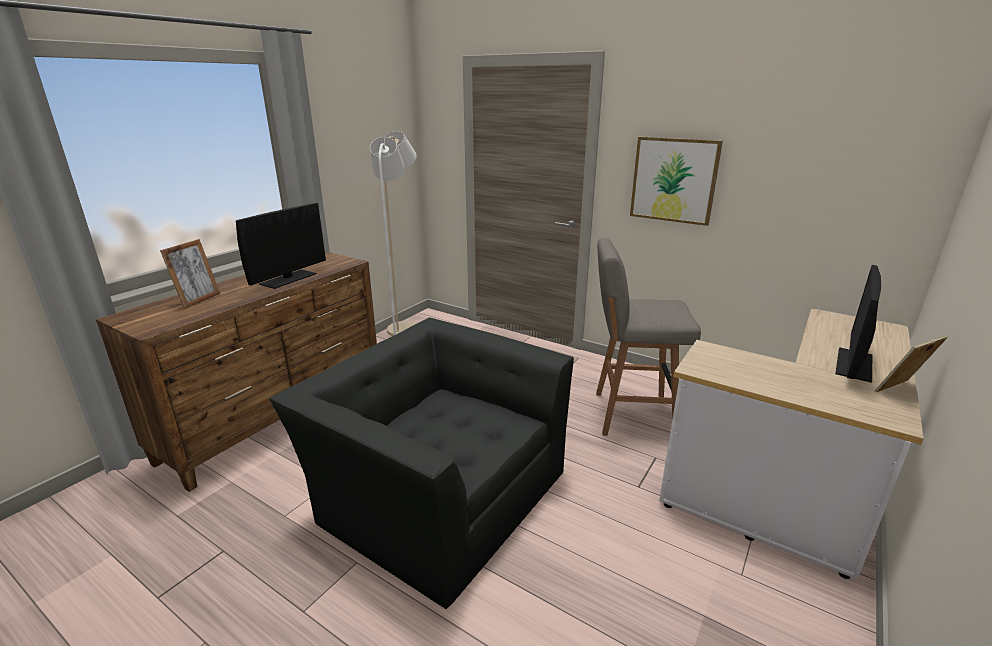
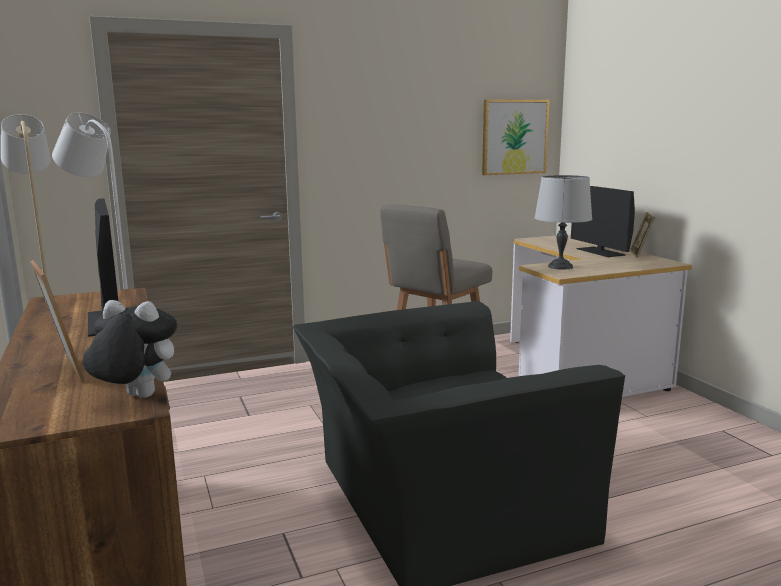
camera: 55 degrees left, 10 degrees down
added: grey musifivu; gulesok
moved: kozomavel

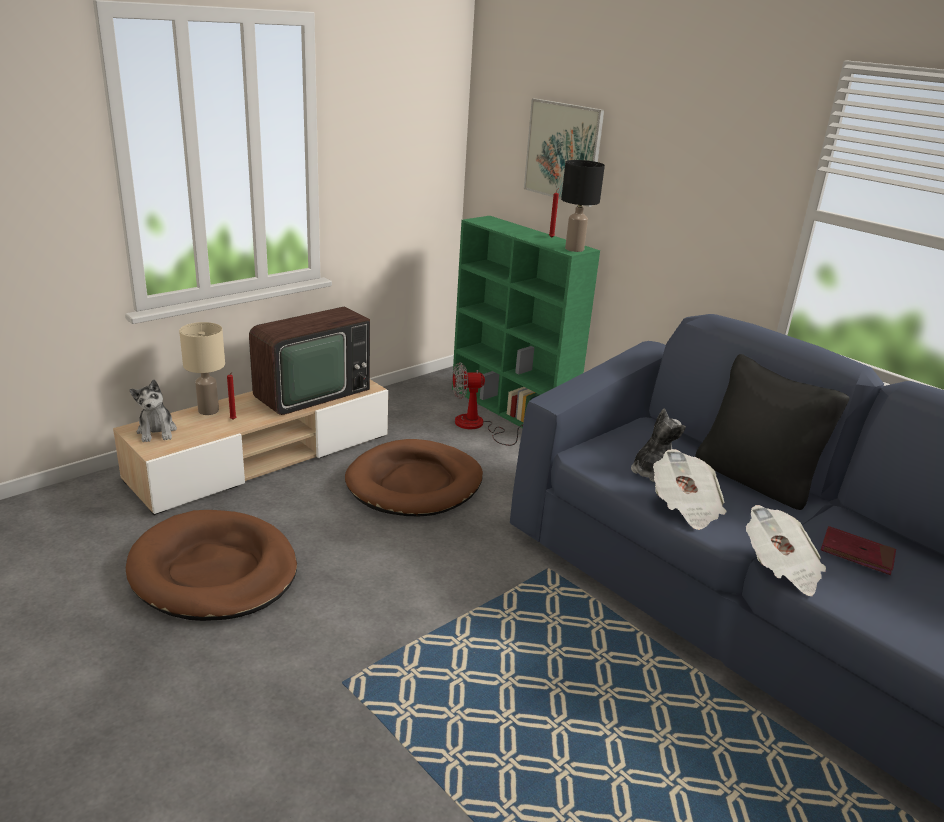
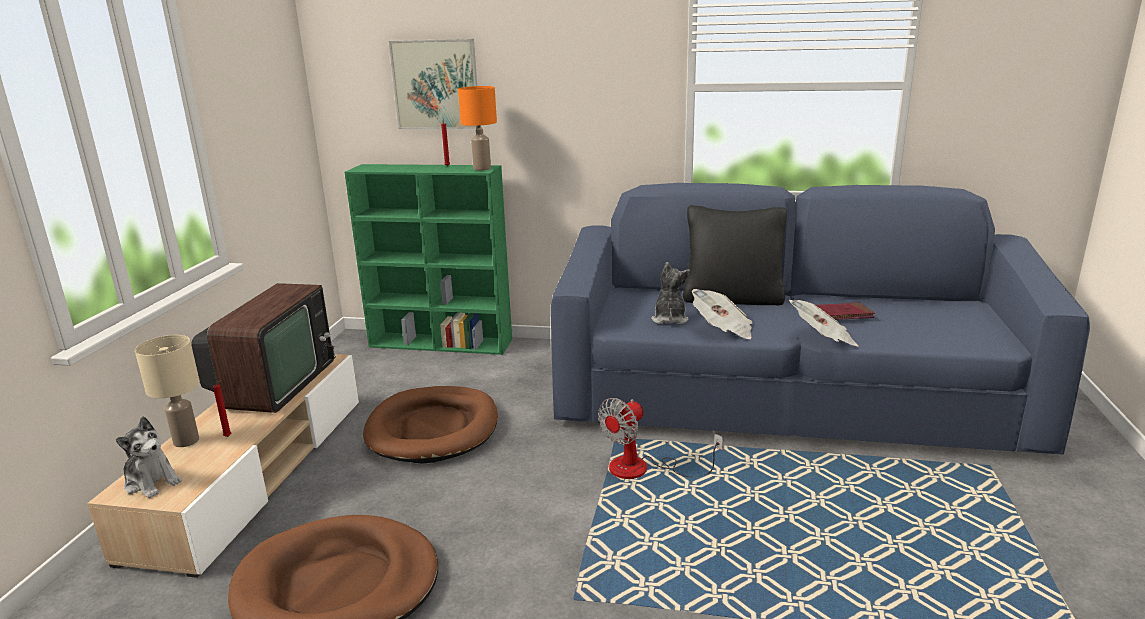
camera: 35 degrees left, 5 degrees down
moved: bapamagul
recoloured: black musifivu to orange musifivu

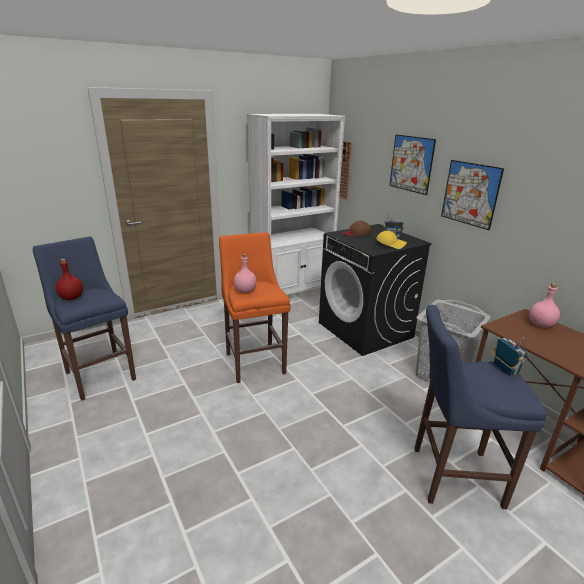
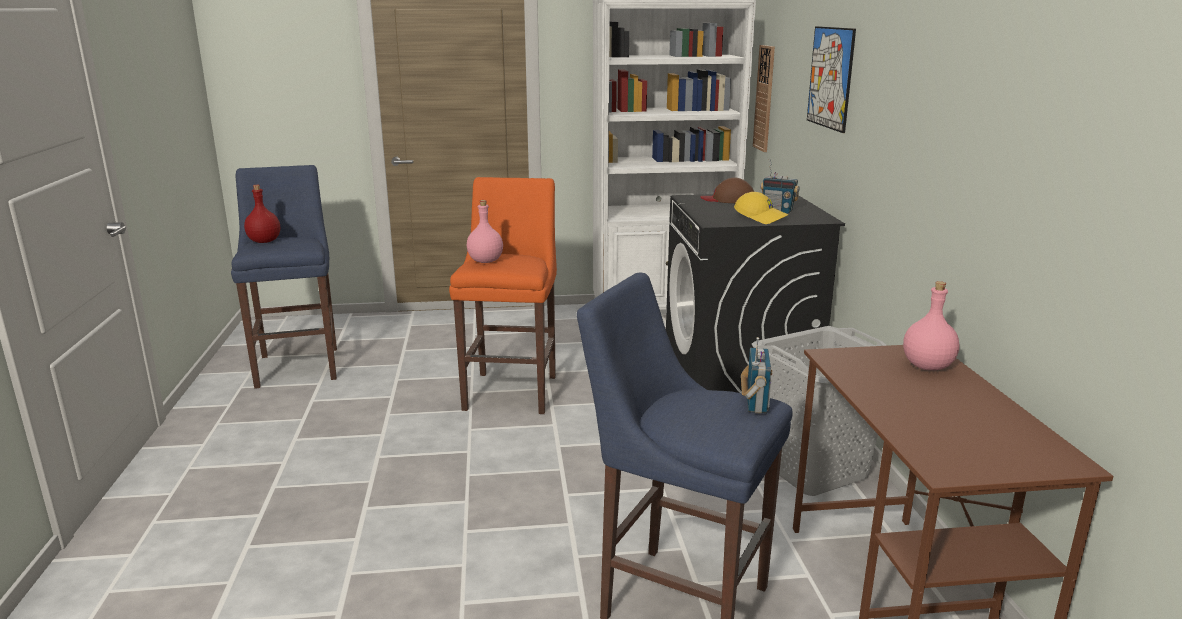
camera: 25 degrees right, 5 degrees down
removed: kozomavel (2nd from left)

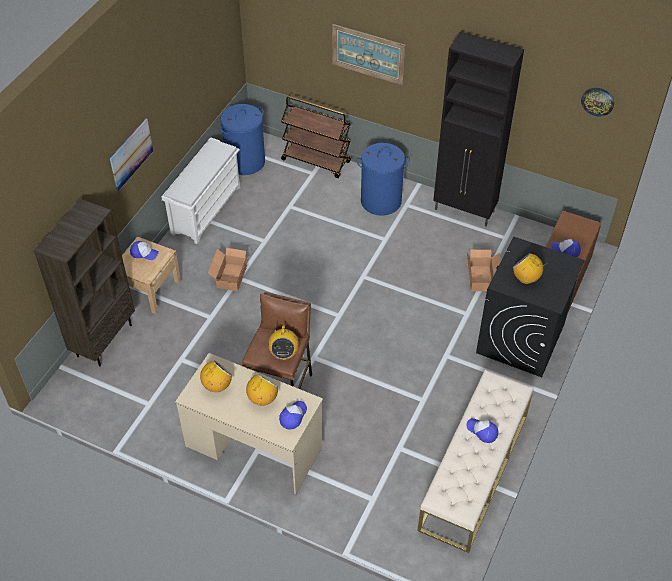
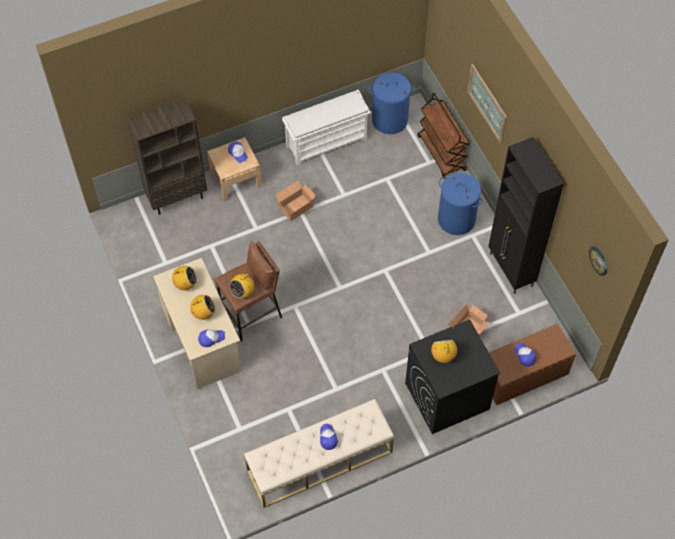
camera: 40 degrees right, 10 degrees up
removed: kozomavel (1st from left)

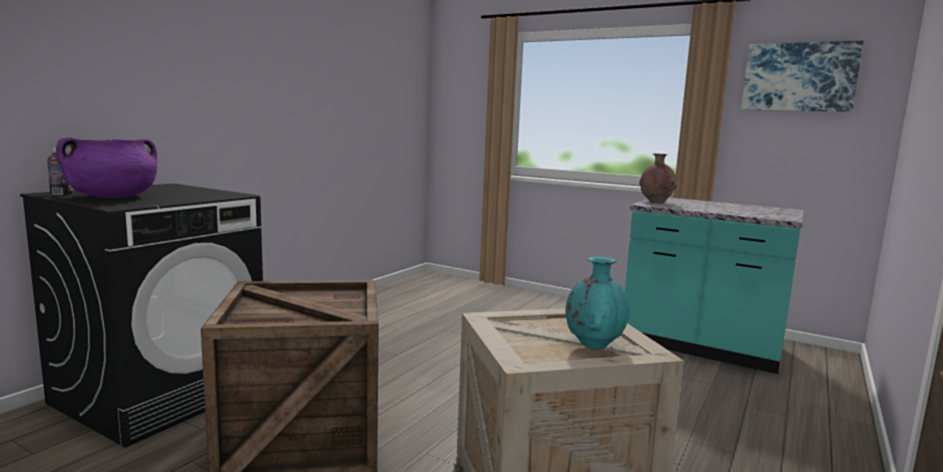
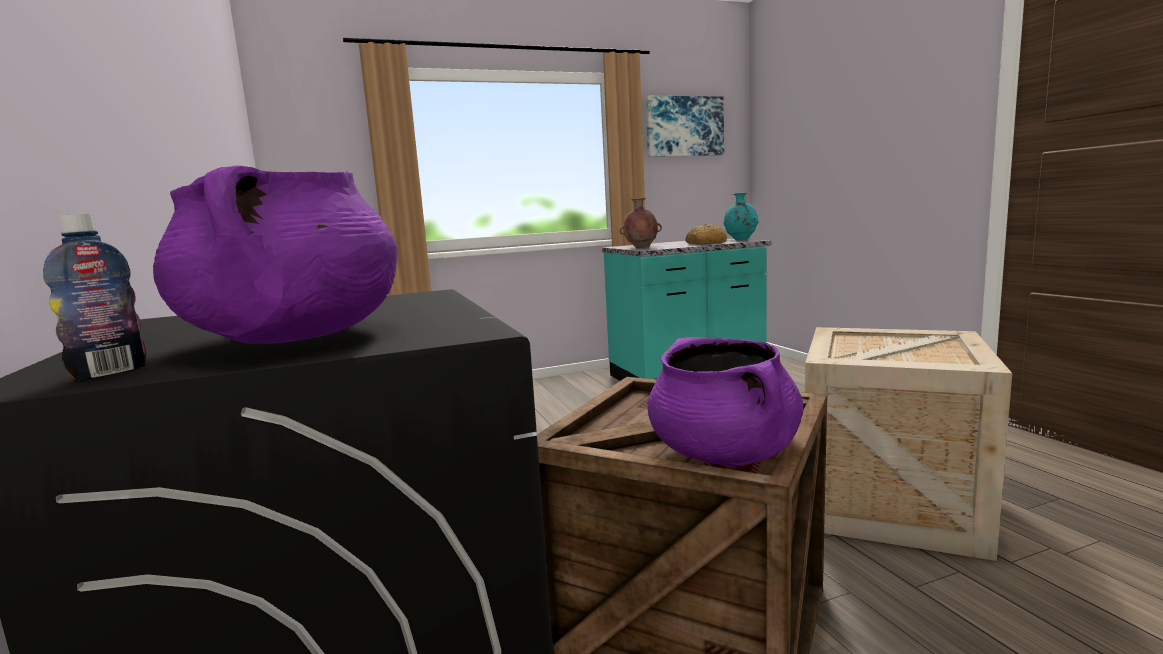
camera: 50 degrees left, 0 degrees up
added: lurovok; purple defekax (2nd from left)
moved: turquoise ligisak

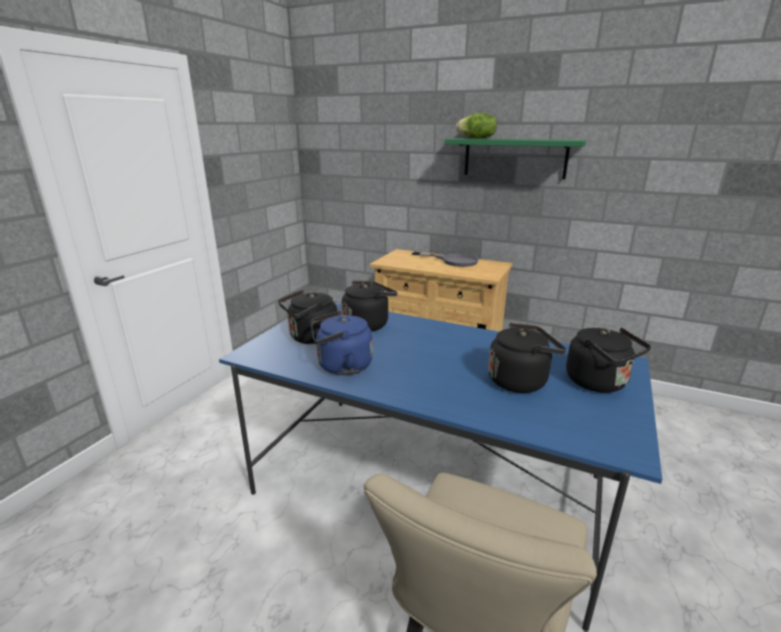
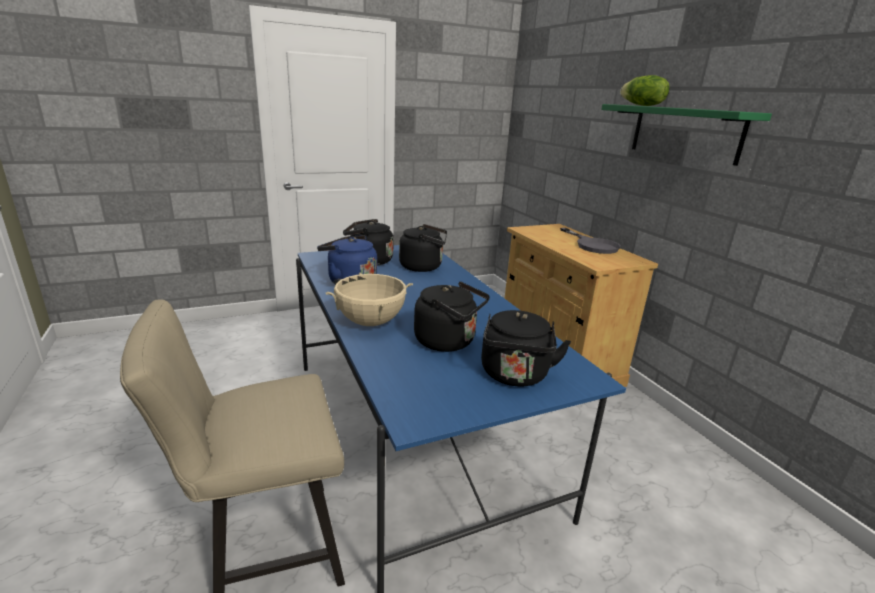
camera: 40 degrees right, 0 degrees up
added: beige defekax

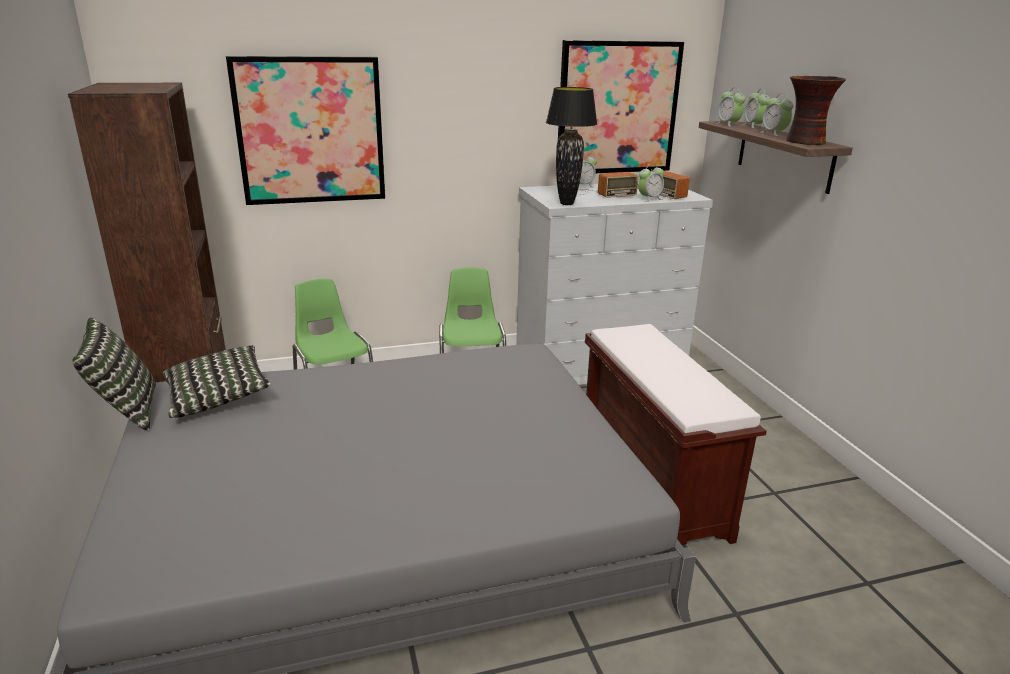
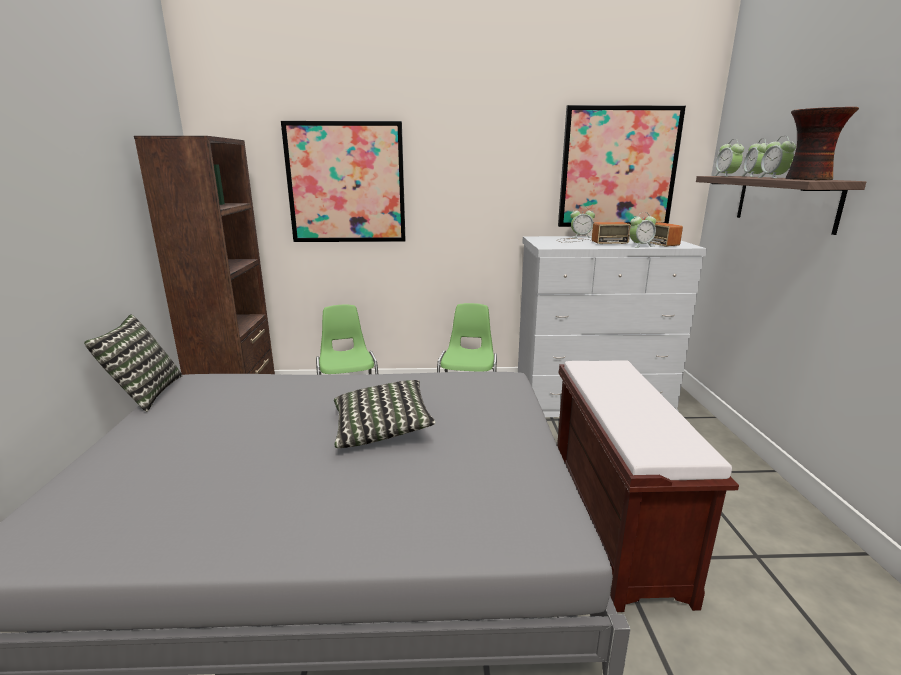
camera: 15 degrees right, 5 degrees down
removed: black musifivu
moved: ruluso (2nd from left)

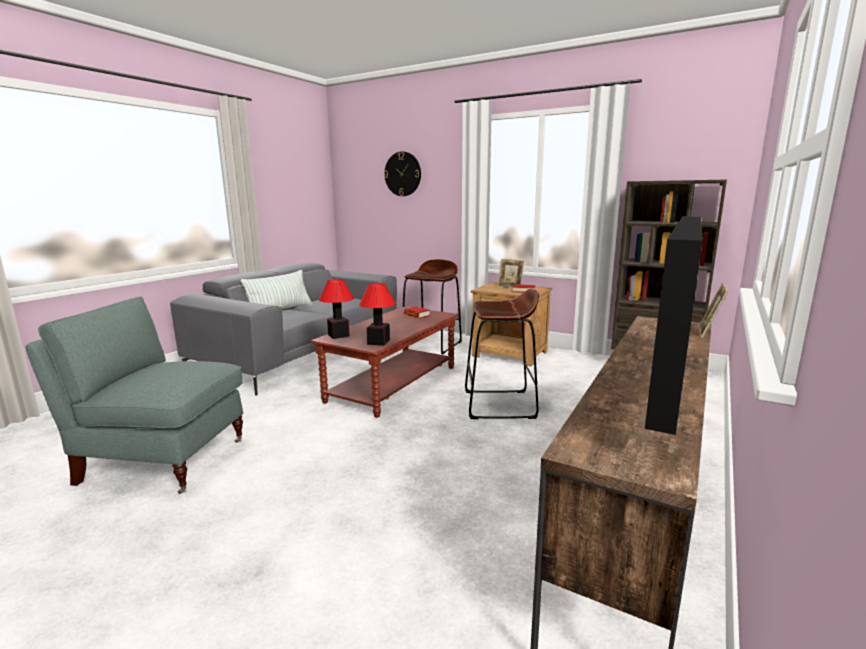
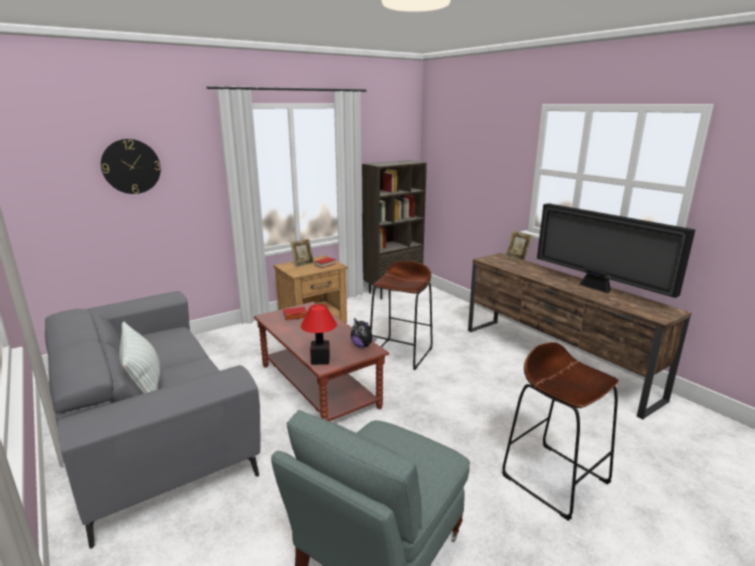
camera: 65 degrees left, 5 degrees up
moved: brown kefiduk (1st from left in the first image) to brown kefiduk (2nd from left)
replaced: musifivu (2nd from left) to gulesok

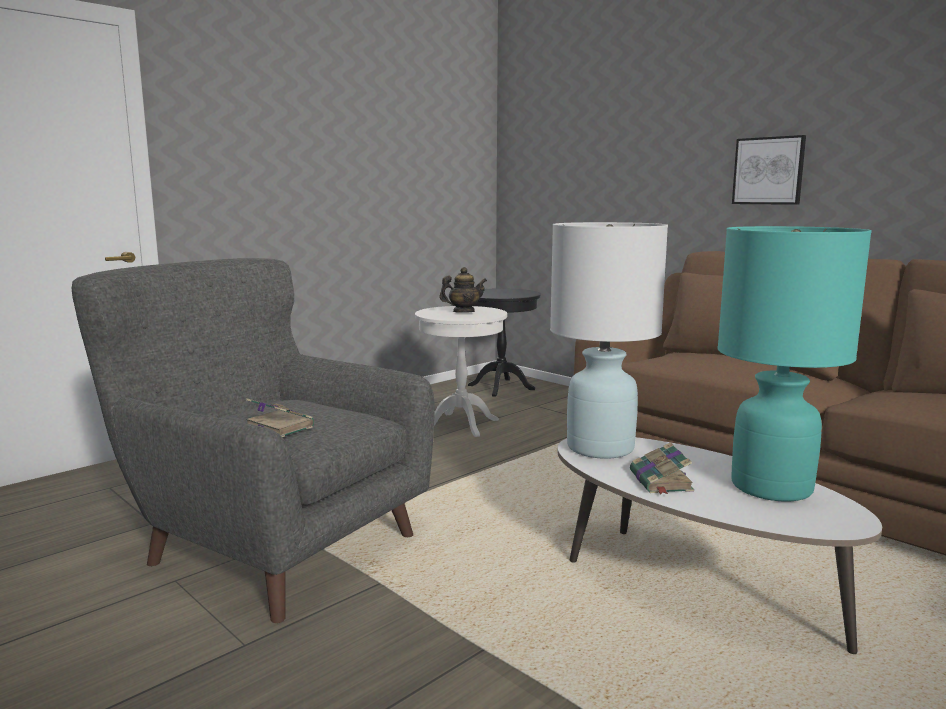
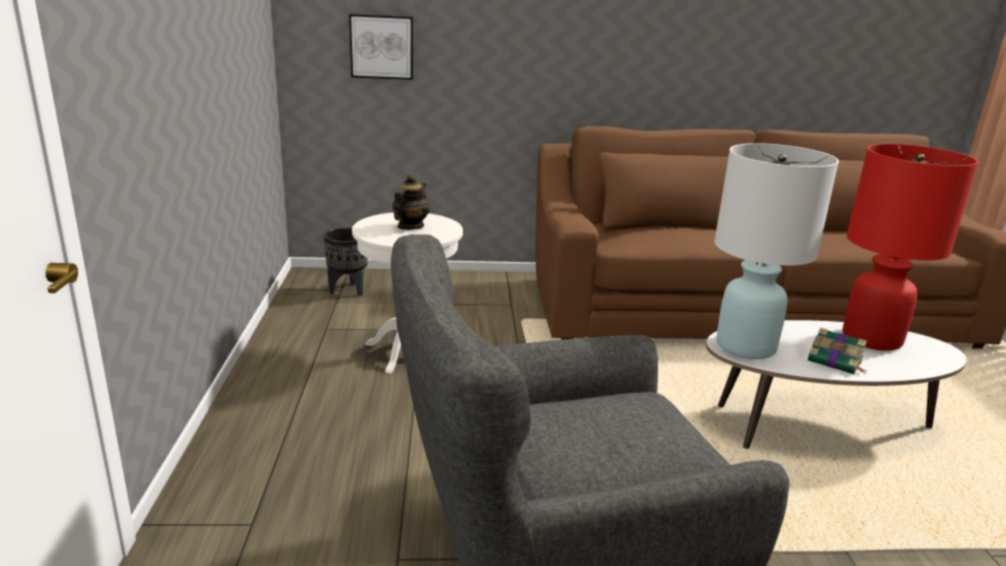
camera: 50 degrees left, 10 degrees up
removed: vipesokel (1st from left)
moved: kozomavel
replaced: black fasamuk to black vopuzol
recoloured: turquoise musifivu to red musifivu

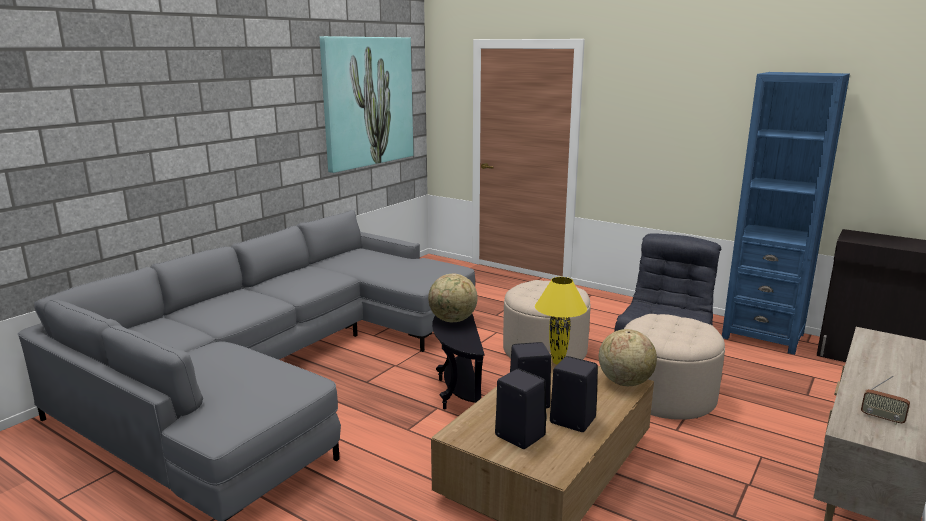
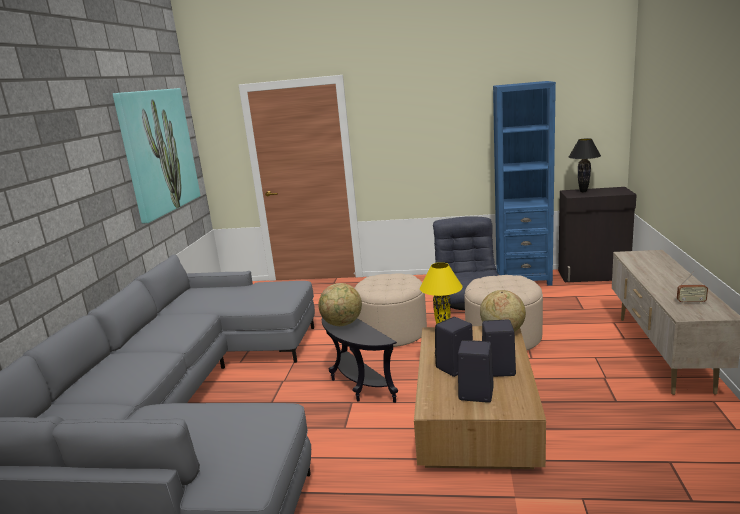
camera: 25 degrees left, 0 degrees up
added: black musifivu

